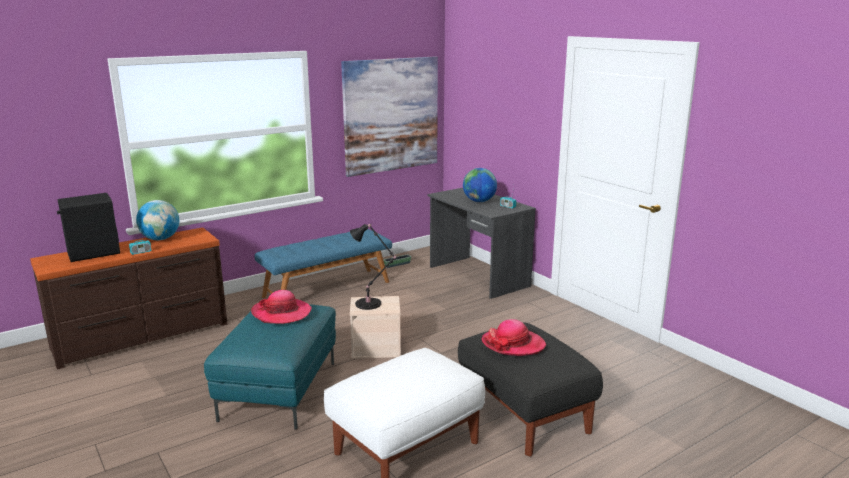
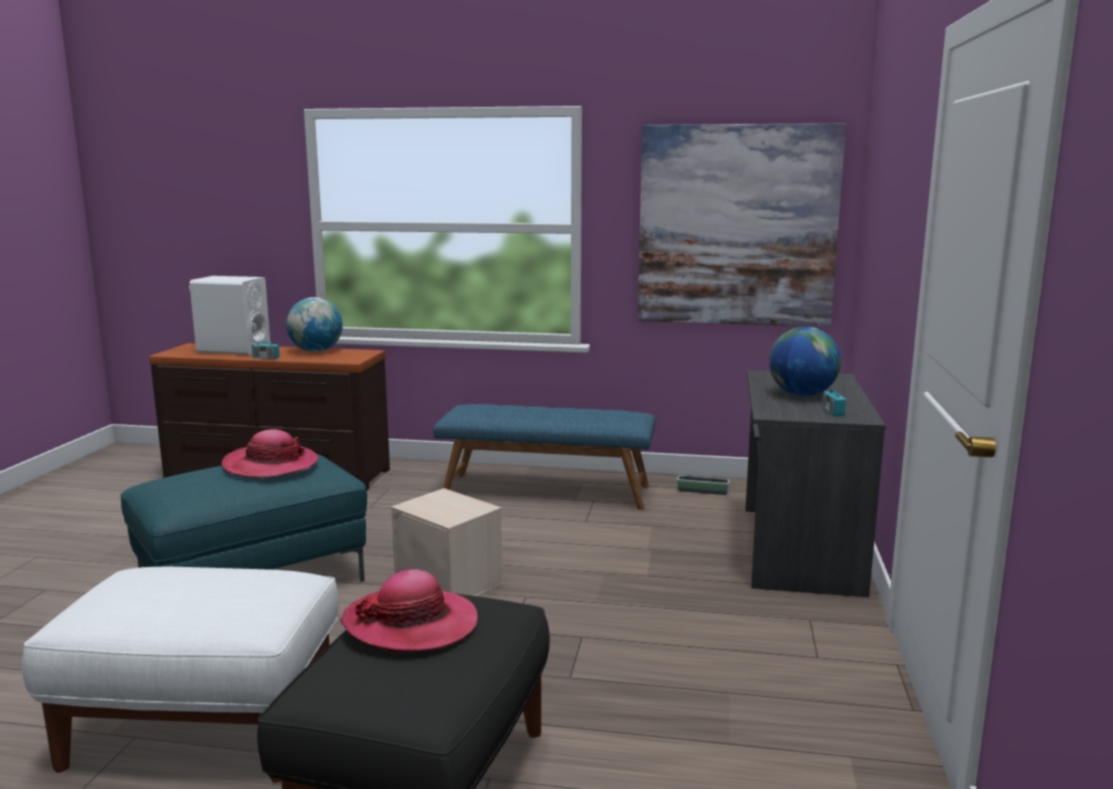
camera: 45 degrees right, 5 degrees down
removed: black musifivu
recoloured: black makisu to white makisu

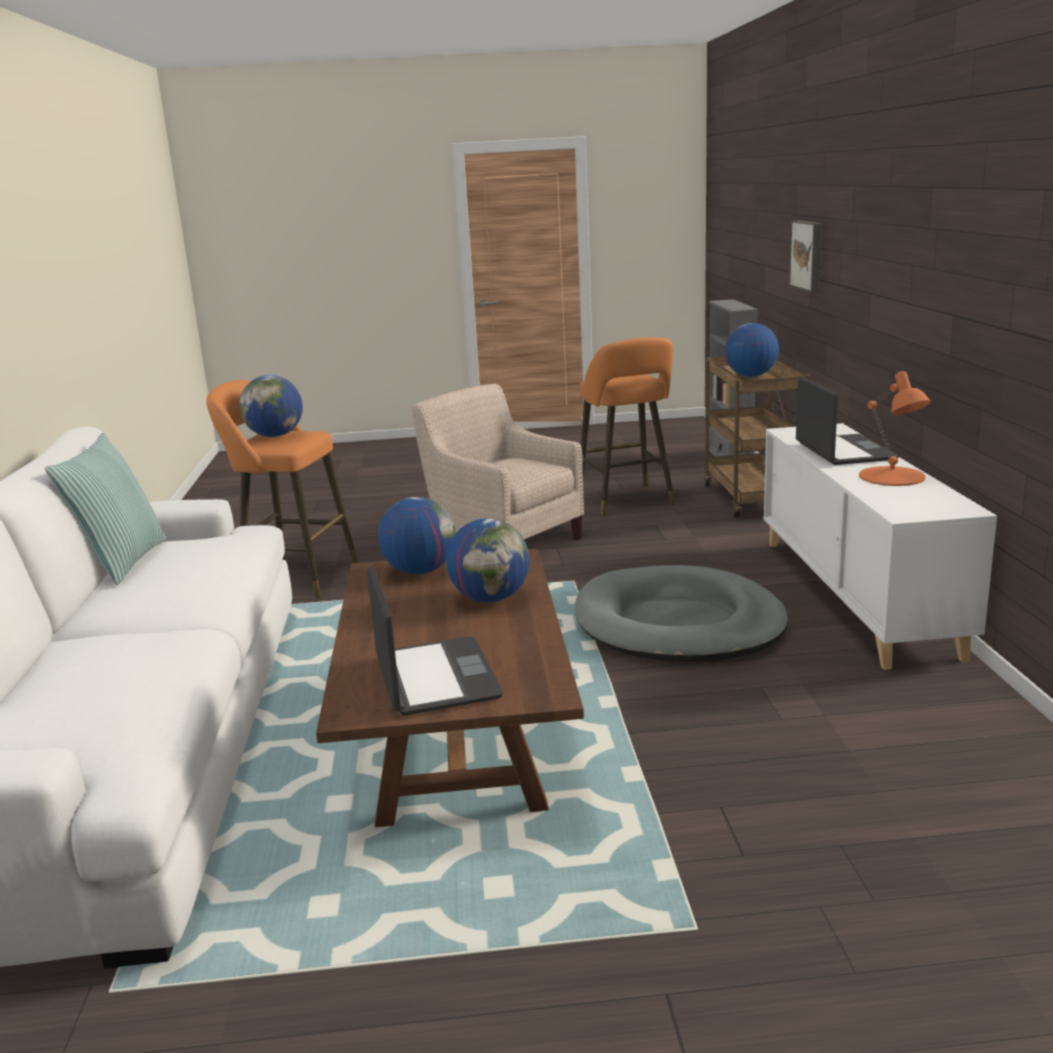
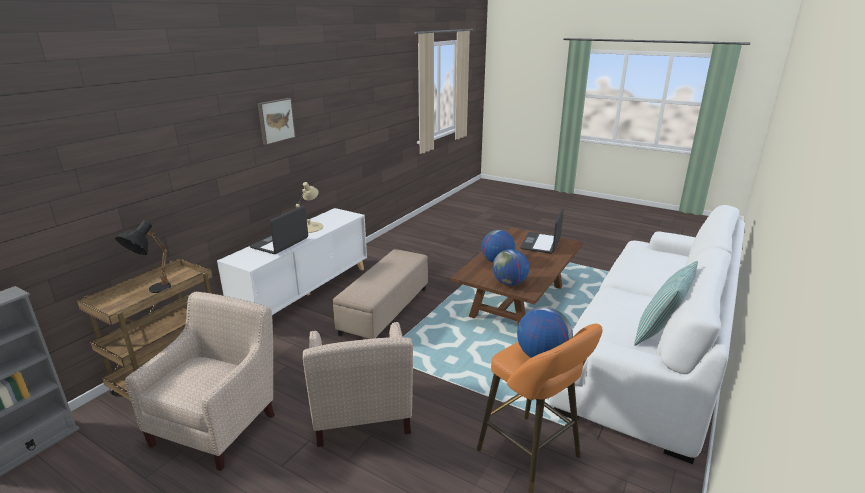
camera: 145 degrees left, 5 degrees up
moved: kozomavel
replaced: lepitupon (4th from left) to black musifivu; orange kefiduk (2nd from left) to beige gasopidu (1st from left); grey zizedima to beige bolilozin
recoloured: orange musifivu to beige musifivu

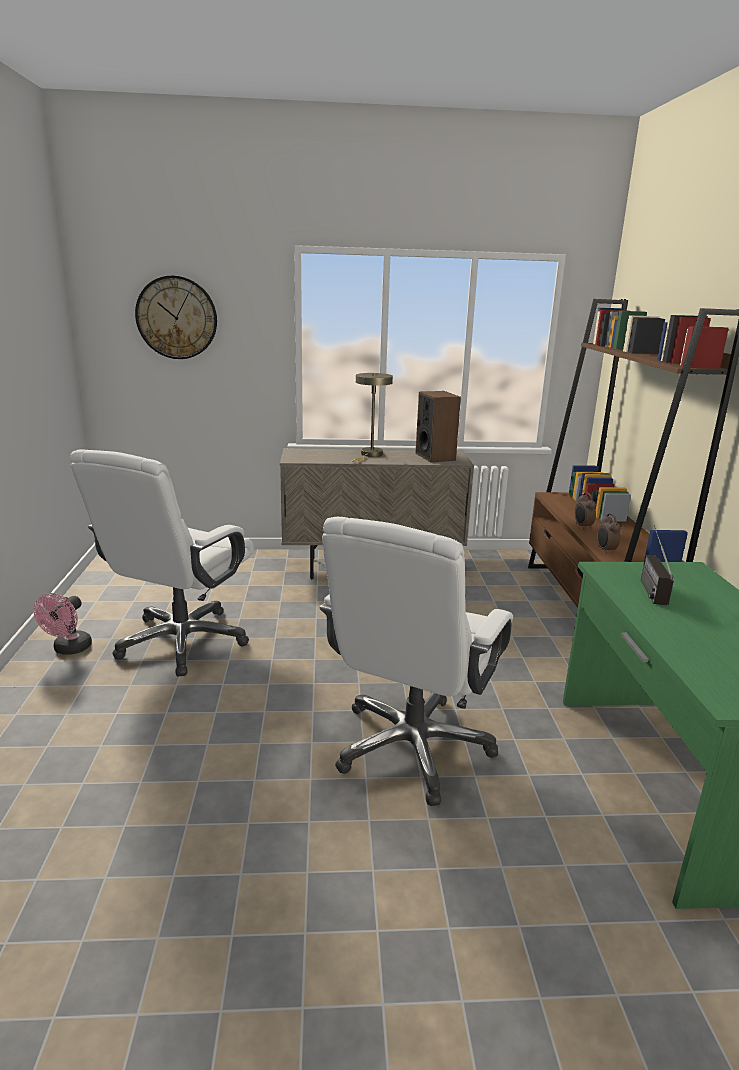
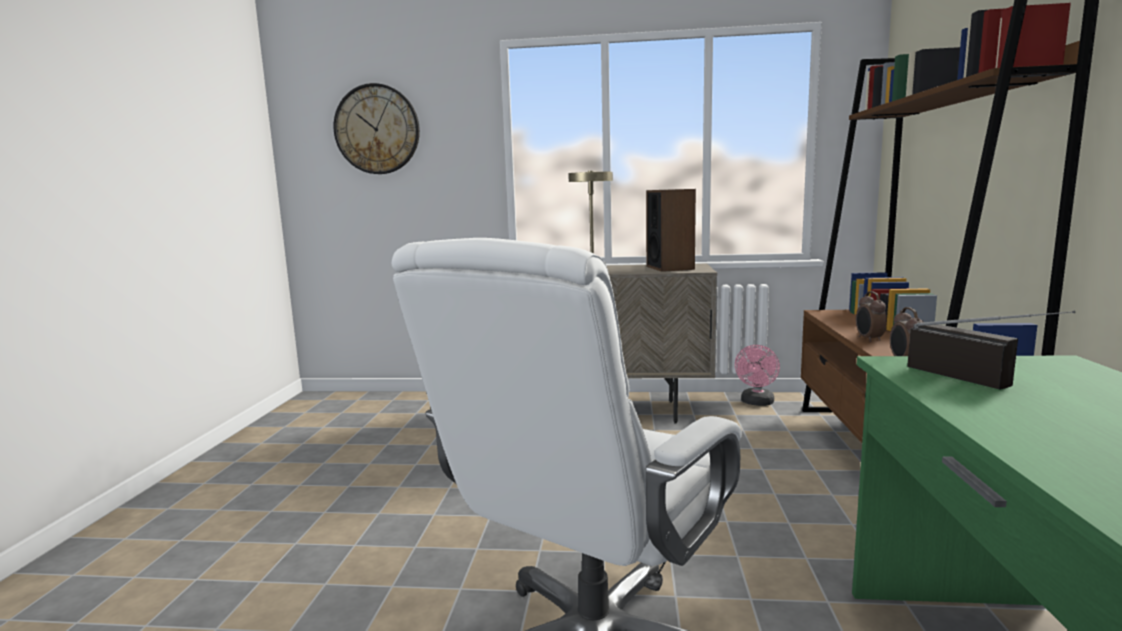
camera: 10 degrees right, 10 degrees down
removed: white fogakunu (1st from left)
moved: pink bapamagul
turned: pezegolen 135 degrees clockwise

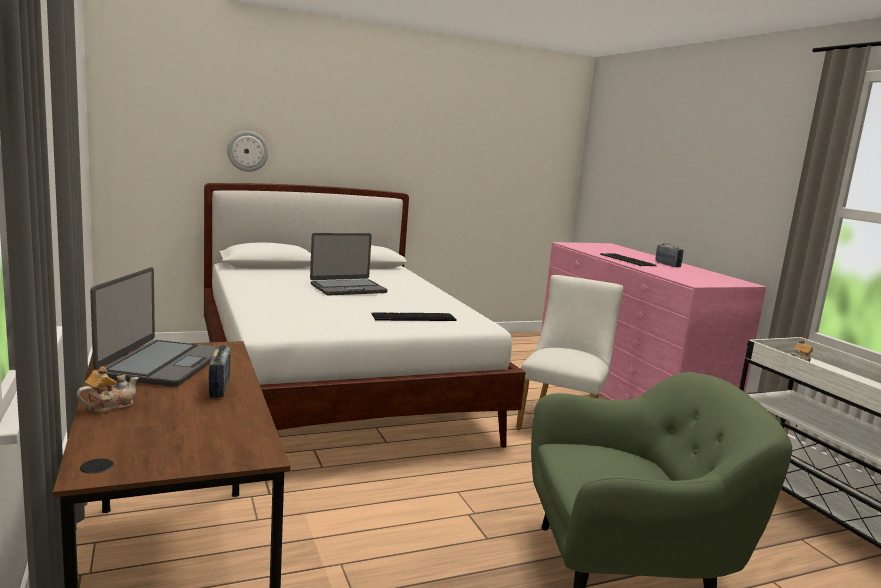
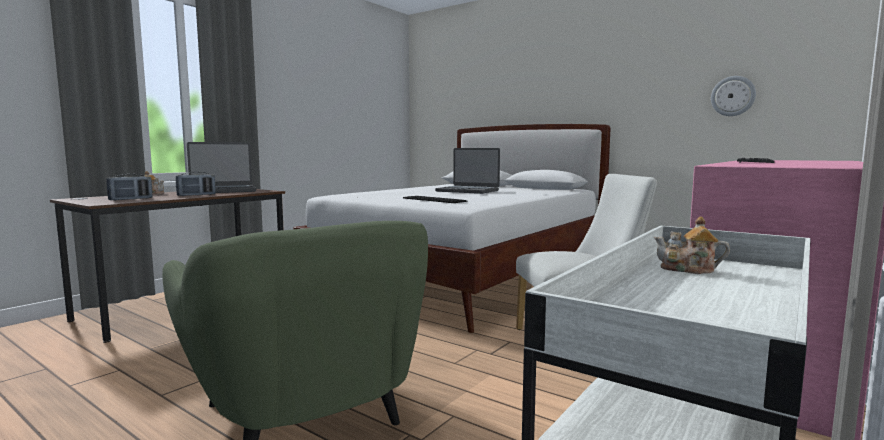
camera: 60 degrees right, 5 degrees down
moved: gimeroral; pezegolen (2nd from left in the first image) to pezegolen (1st from left)

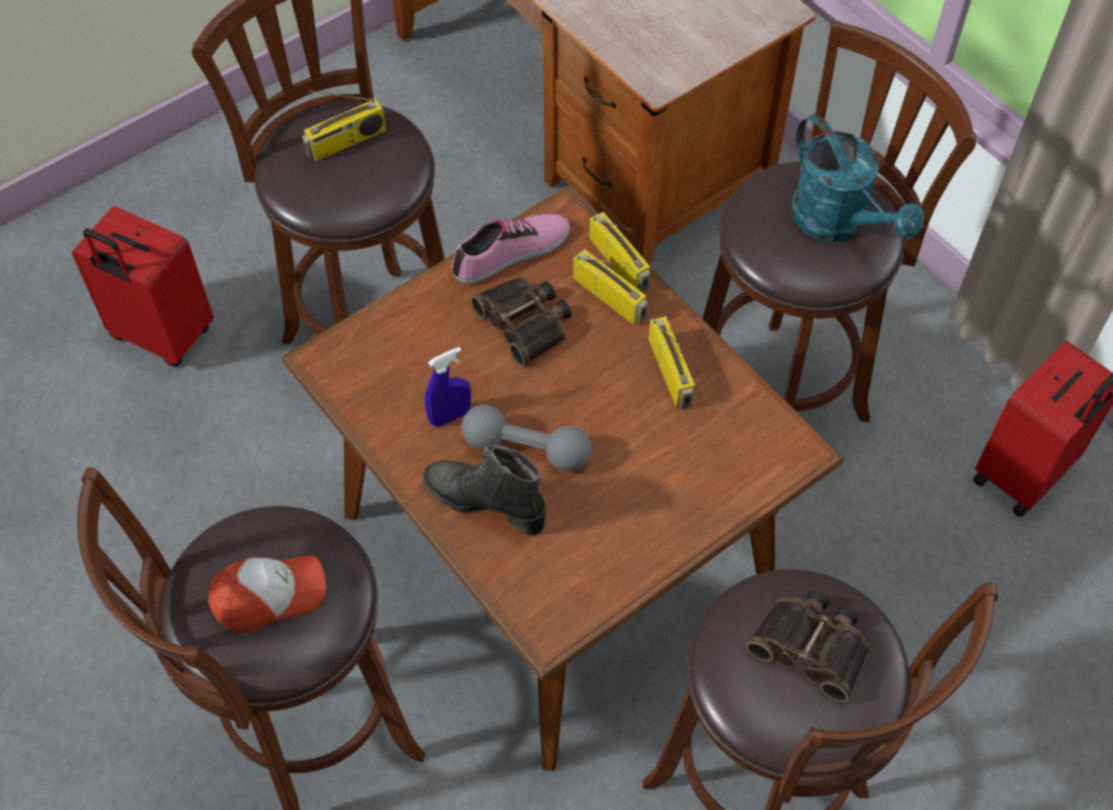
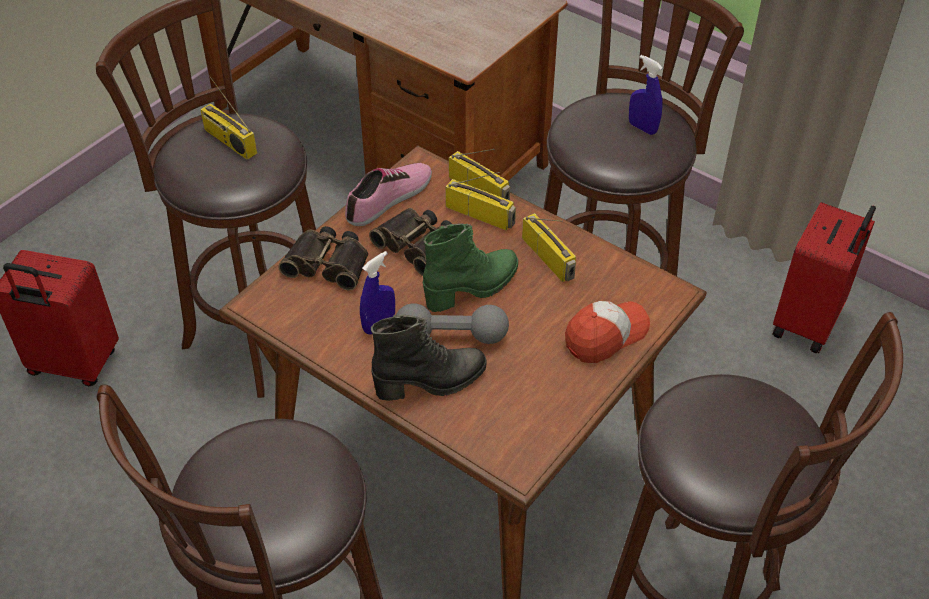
camera: 15 degrees left, 10 degrees down
added: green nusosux
moved: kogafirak; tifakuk (2nd from left in the first image) to tifakuk (1st from left)
replaced: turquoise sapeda to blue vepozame (2nd from left)
turned: pezegolen (1st from left) 90 degrees clockwise; black nusosux 150 degrees clockwise

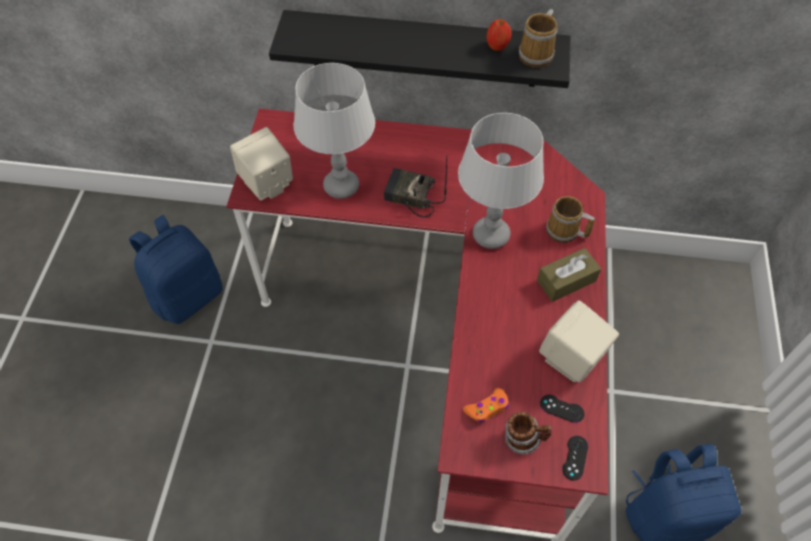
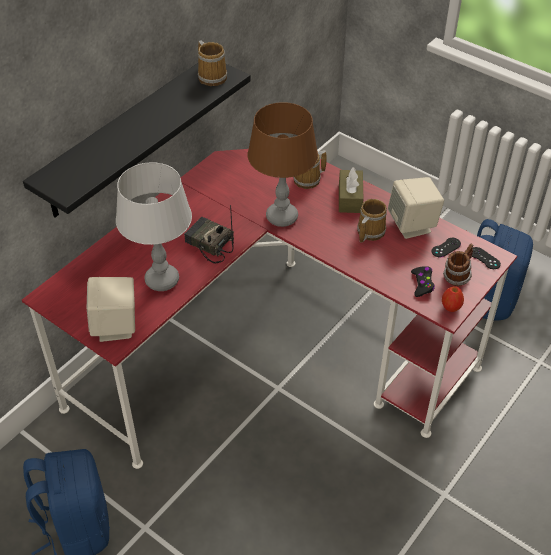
camera: 60 degrees left, 10 degrees down
added: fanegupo (3rd from left)
moved: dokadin
recoloured: grey musifivu (2nd from left) to brown musifivu; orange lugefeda to black lugefeda (1st from left)
turned: pezegolen 75 degrees clockwise

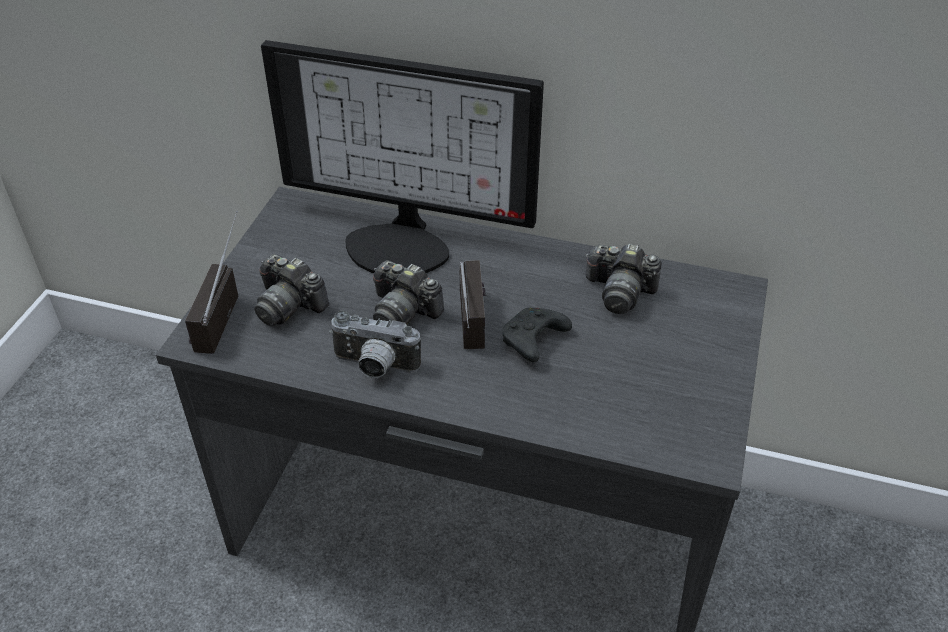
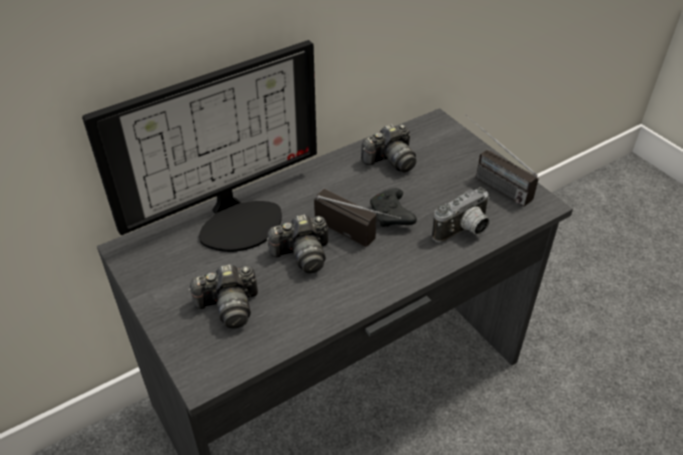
camera: 50 degrees left, 0 degrees up
moved: pezegolen (1st from left in the first image) to pezegolen (2nd from left); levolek (2nd from left in the first image) to levolek (4th from left)

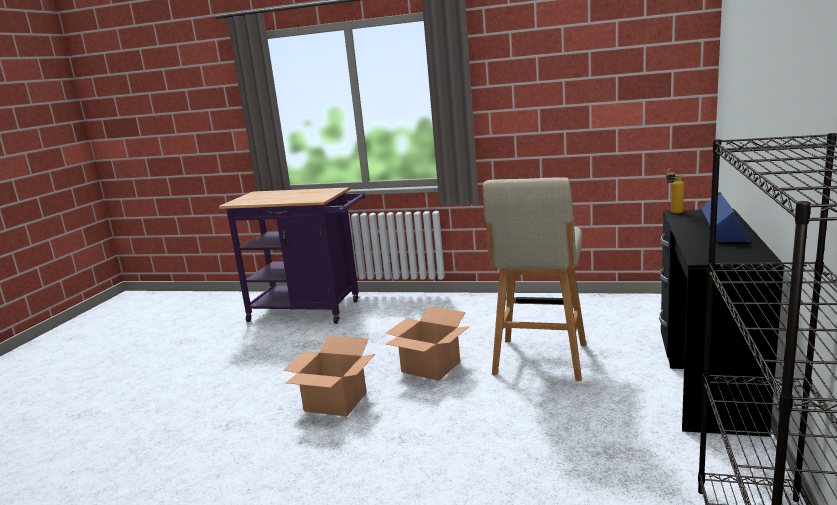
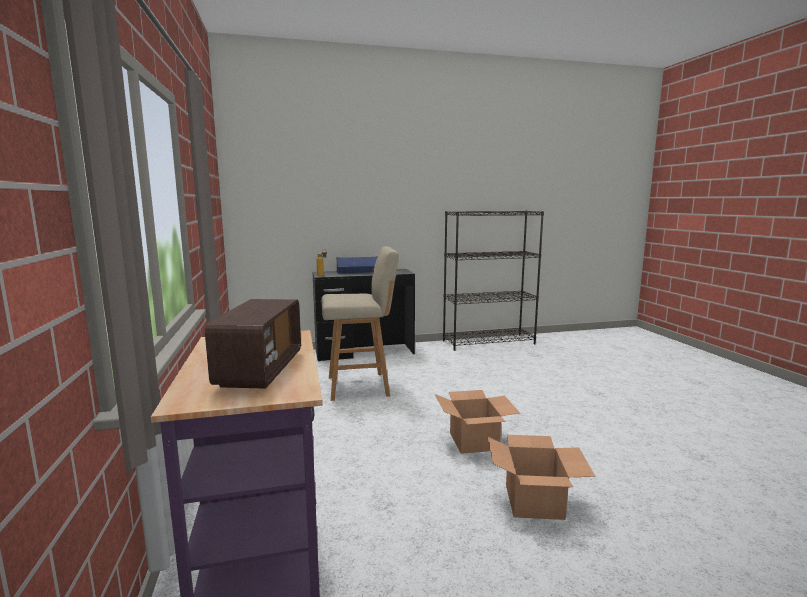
camera: 120 degrees left, 5 degrees down
added: pezegolen
moved: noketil (2nd from left)

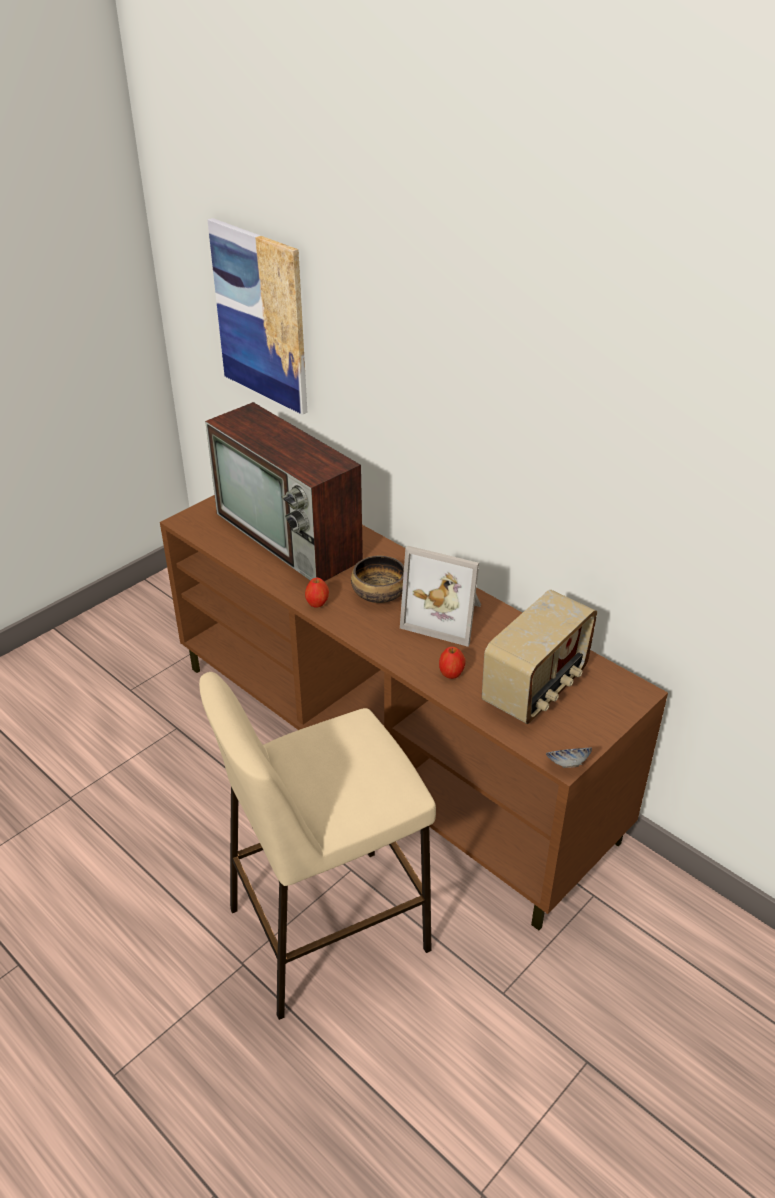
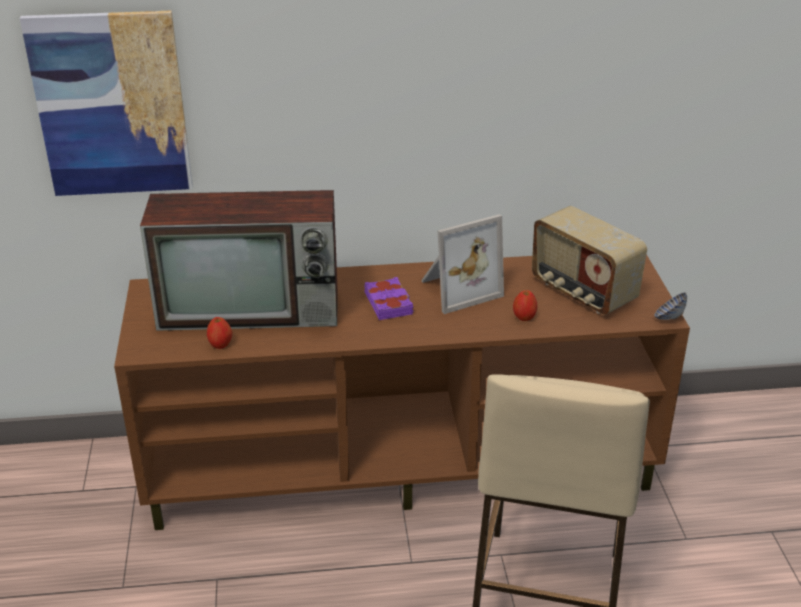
camera: 50 degrees left, 5 degrees down
moved: dokadin (1st from left)
replaced: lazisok (1st from left) to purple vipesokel
turned: pezegolen 150 degrees clockwise

